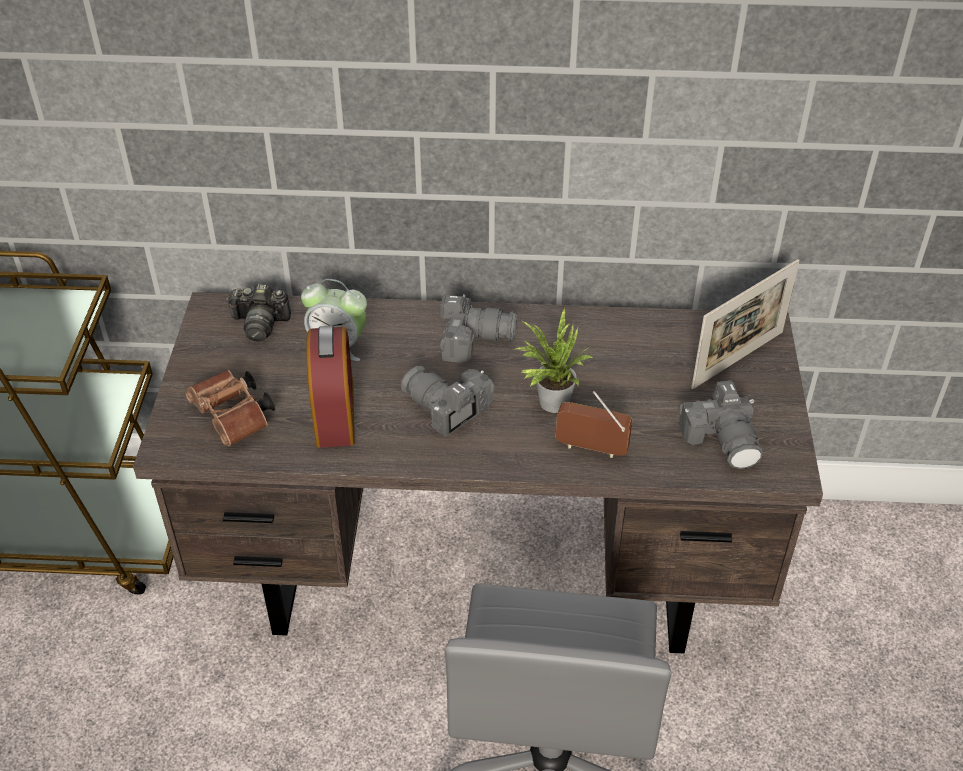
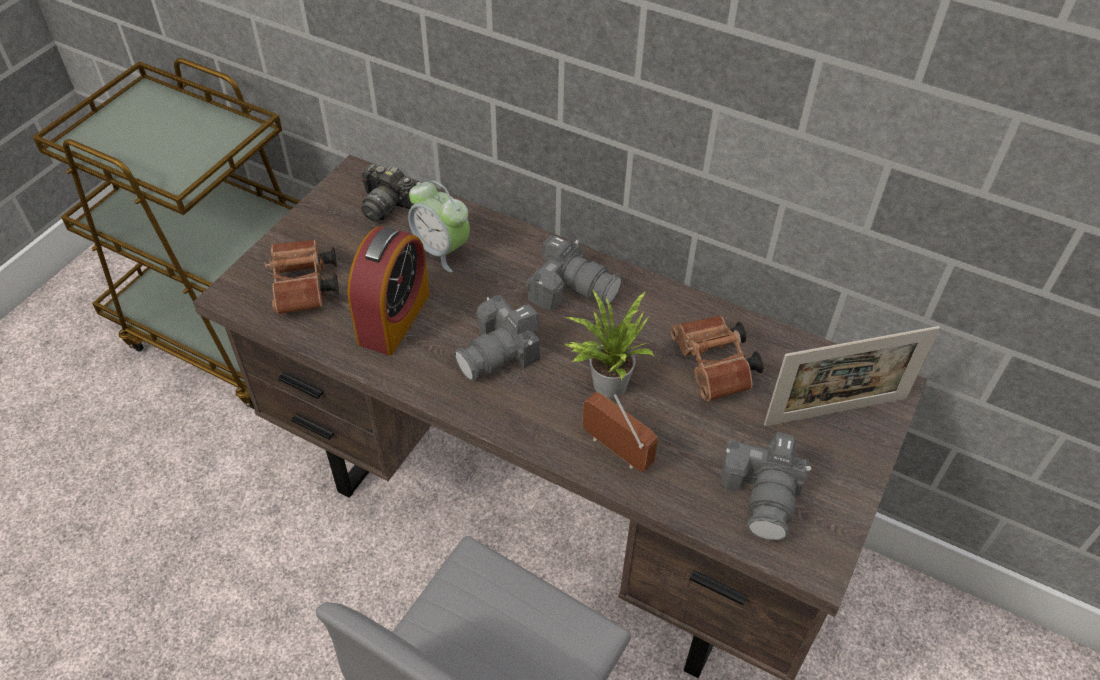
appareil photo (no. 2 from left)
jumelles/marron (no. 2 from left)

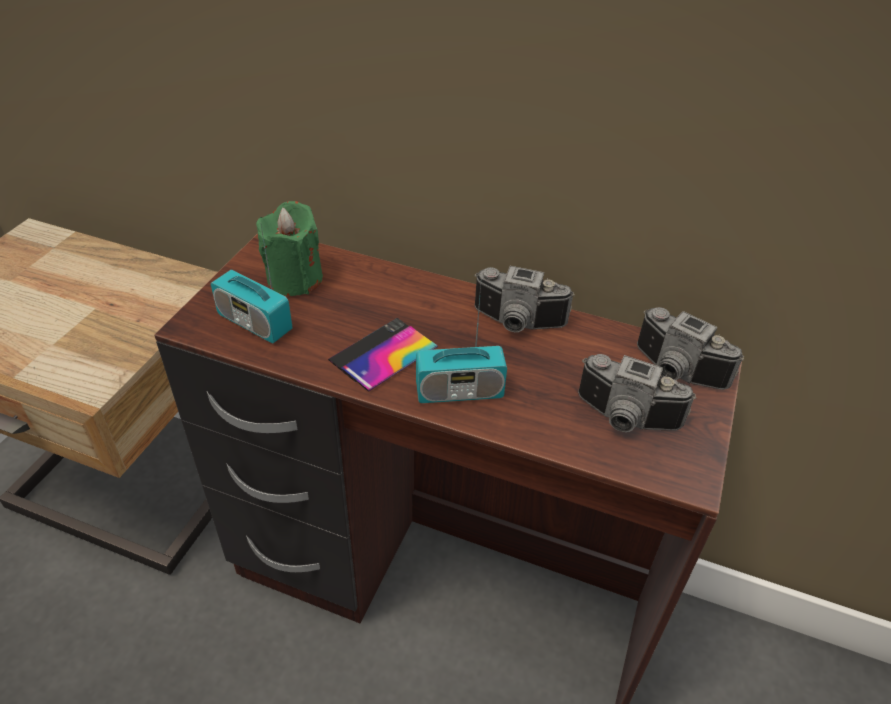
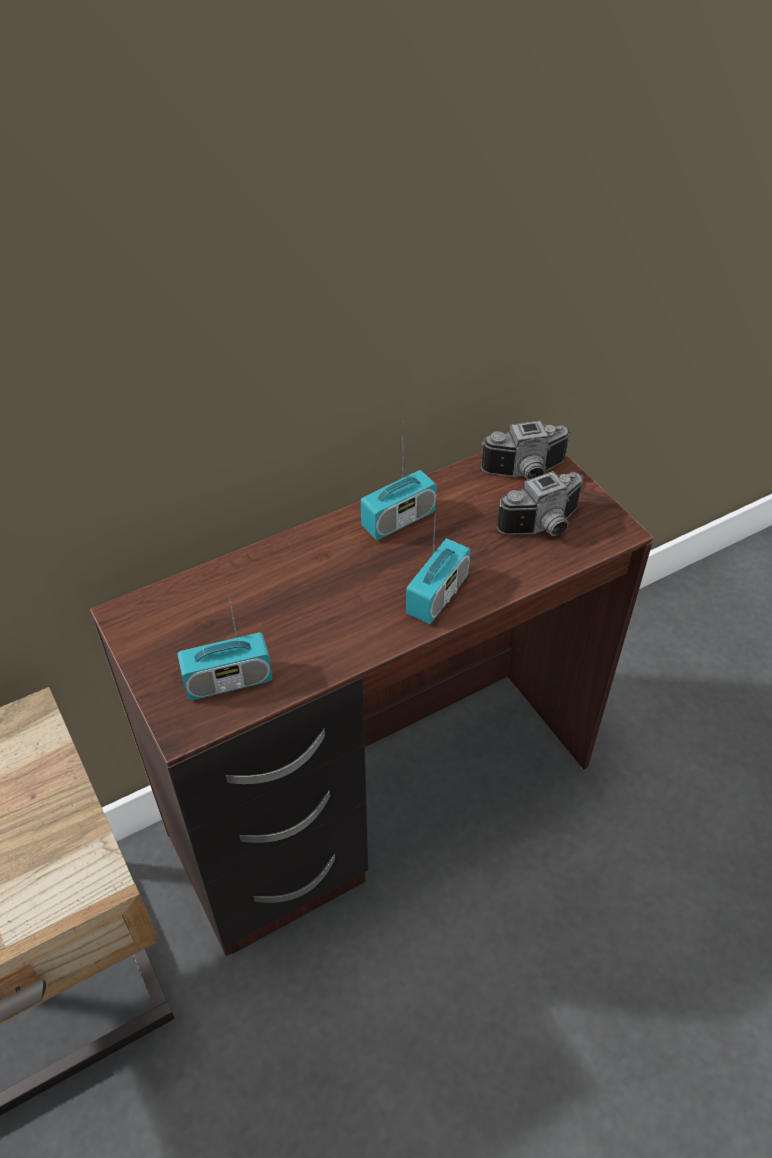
bougie/vert
téléphone
radio (no. 2 from left)

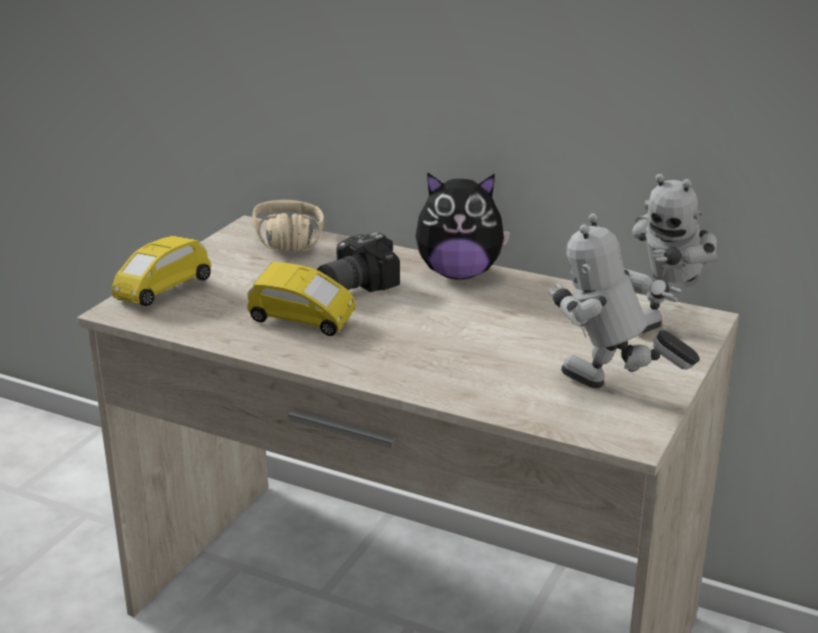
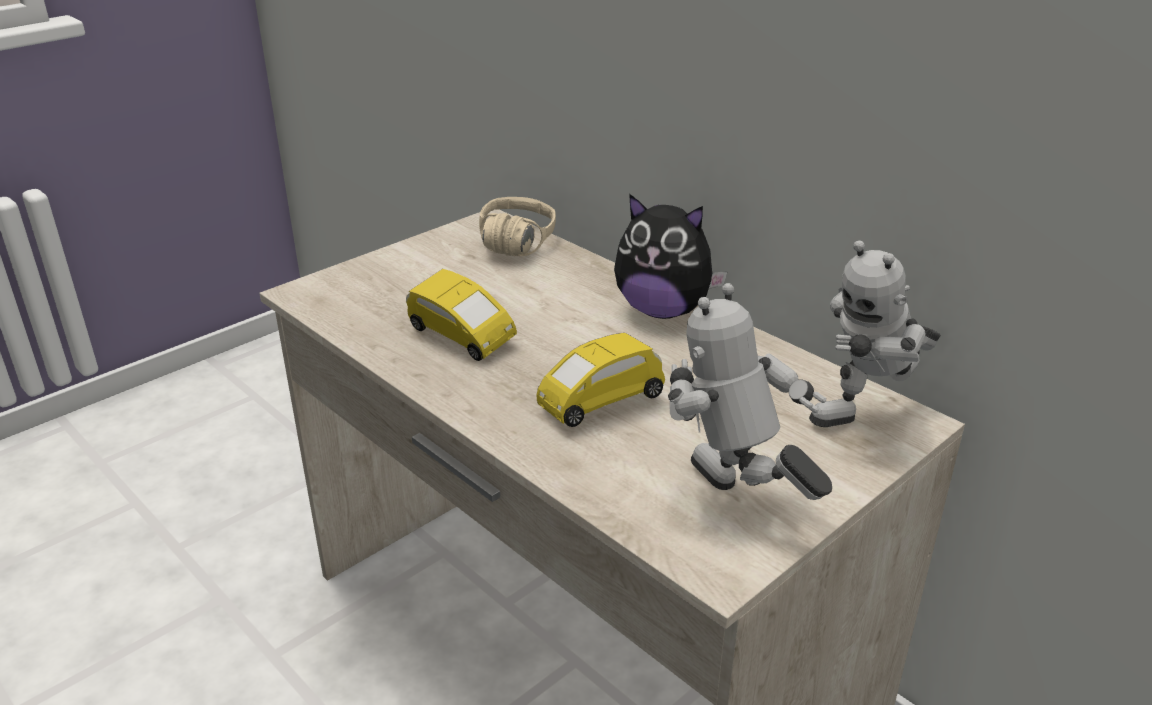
petite voiture/jaune (no. 2 from left)
appareil photo

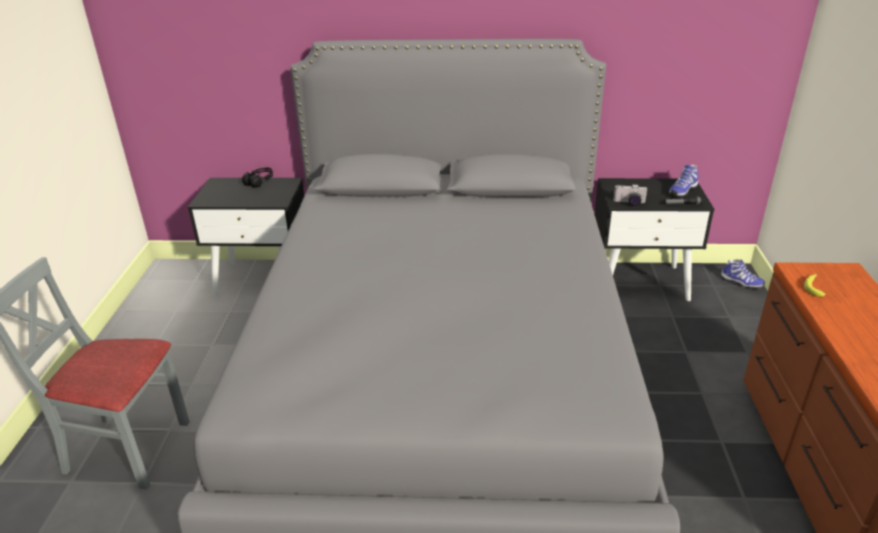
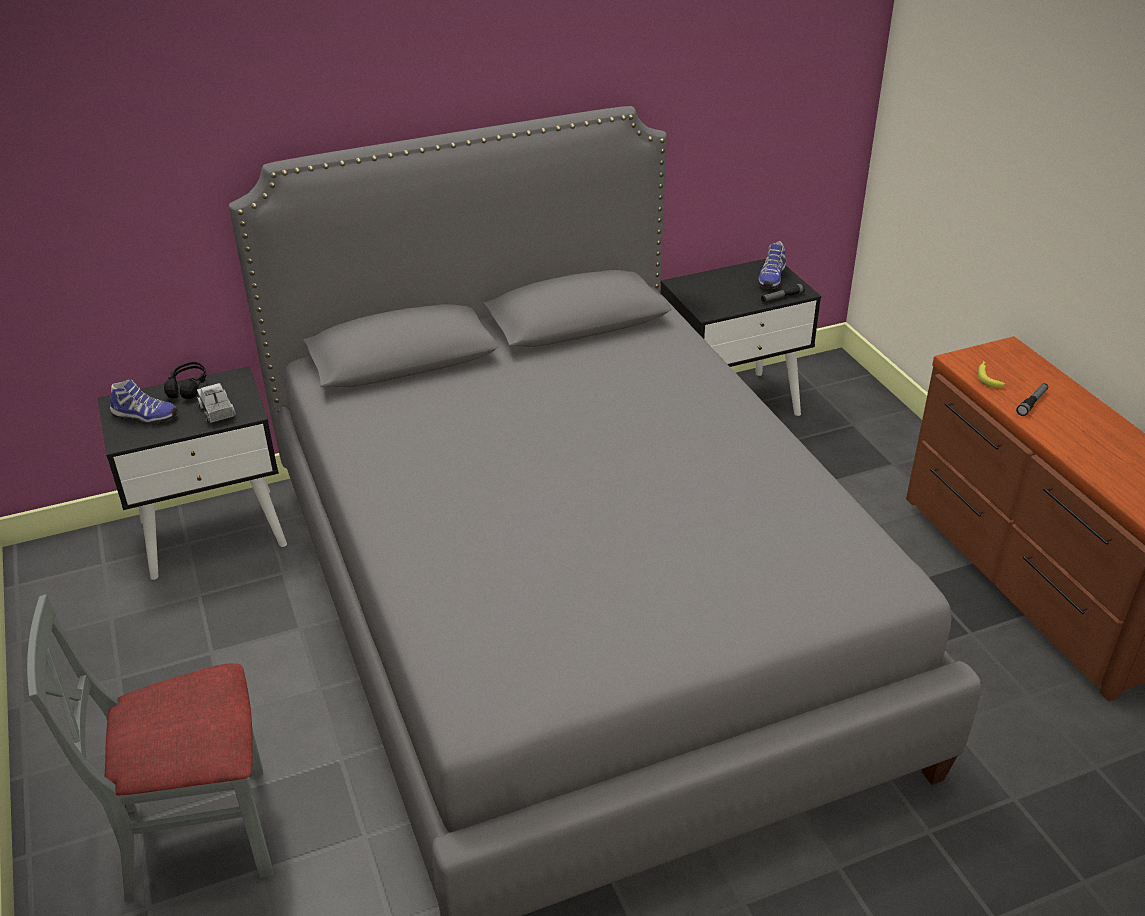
appareil photo
chaussure (no. 1 from left)
camion jouet
lampe de poche (no. 2 from left)

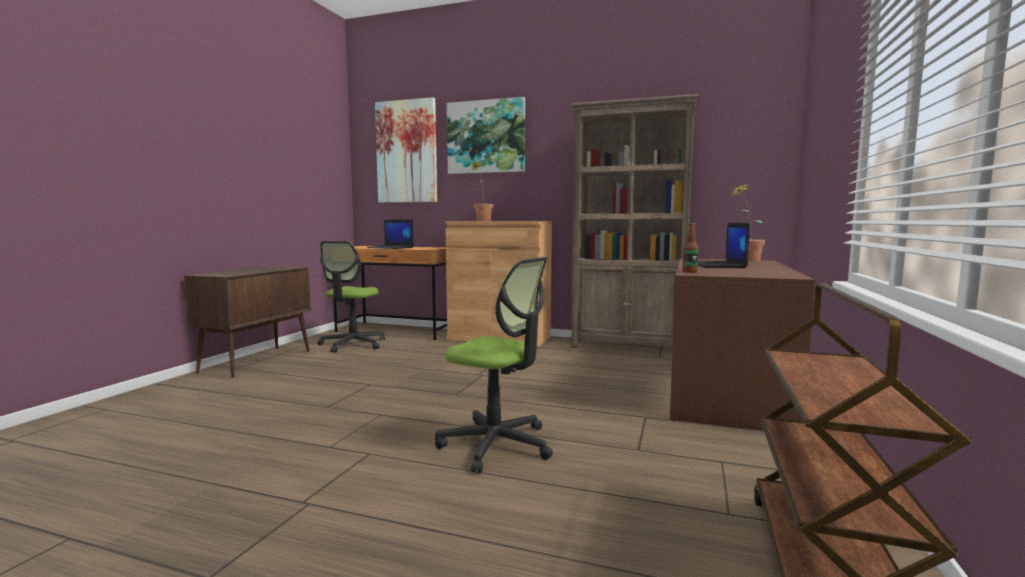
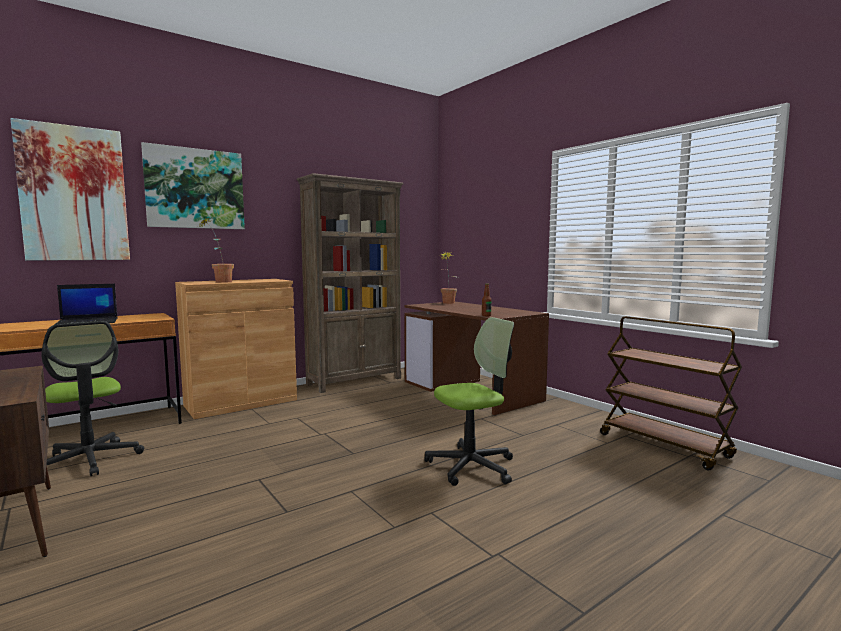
ordinateur portable (no. 2 from left in the first image)

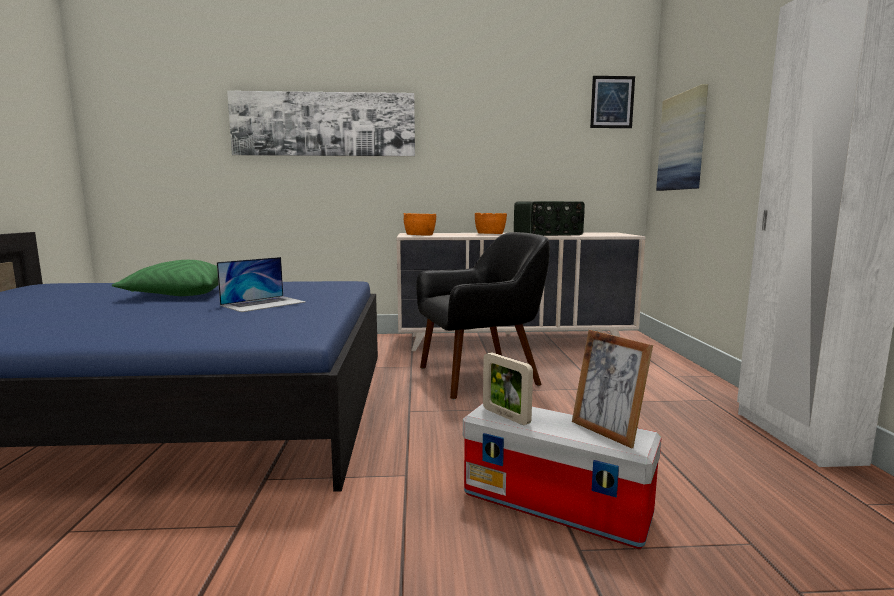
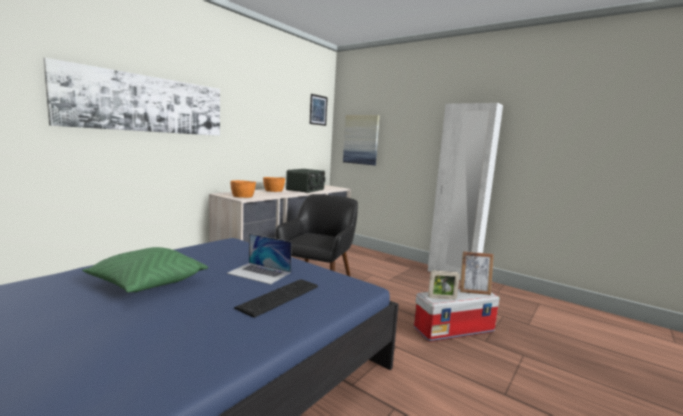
ordinateur portable
clavier

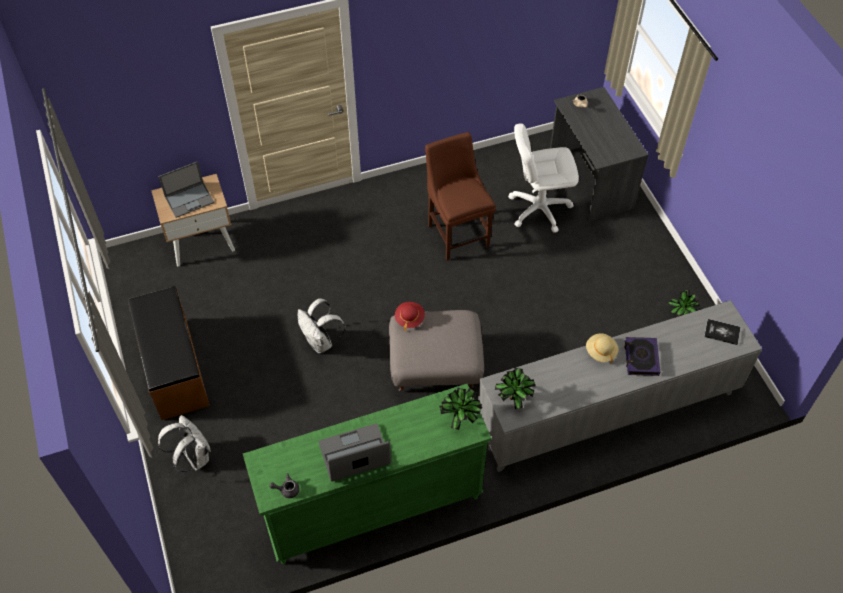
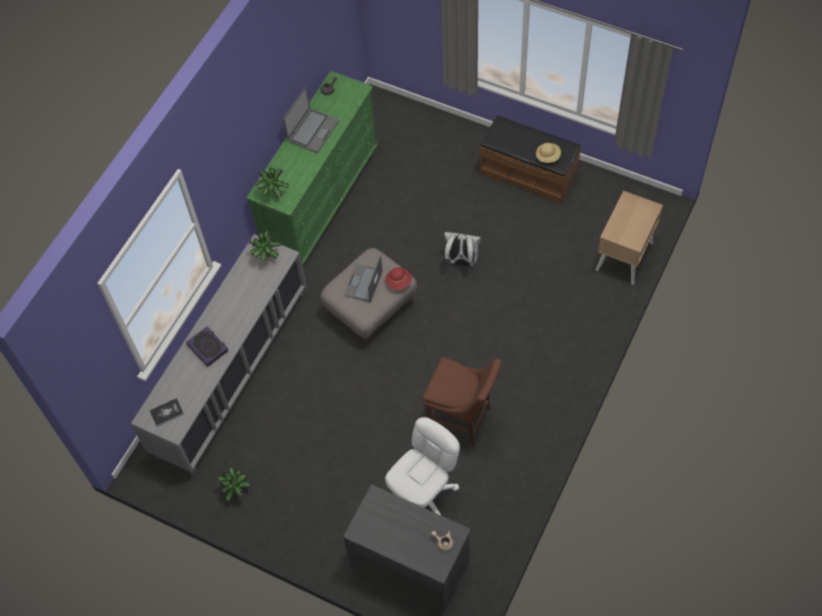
ordinateur portable (no. 2 from left)
sac à dos/blanc (no. 1 from left in the first image)
chapeau/beige

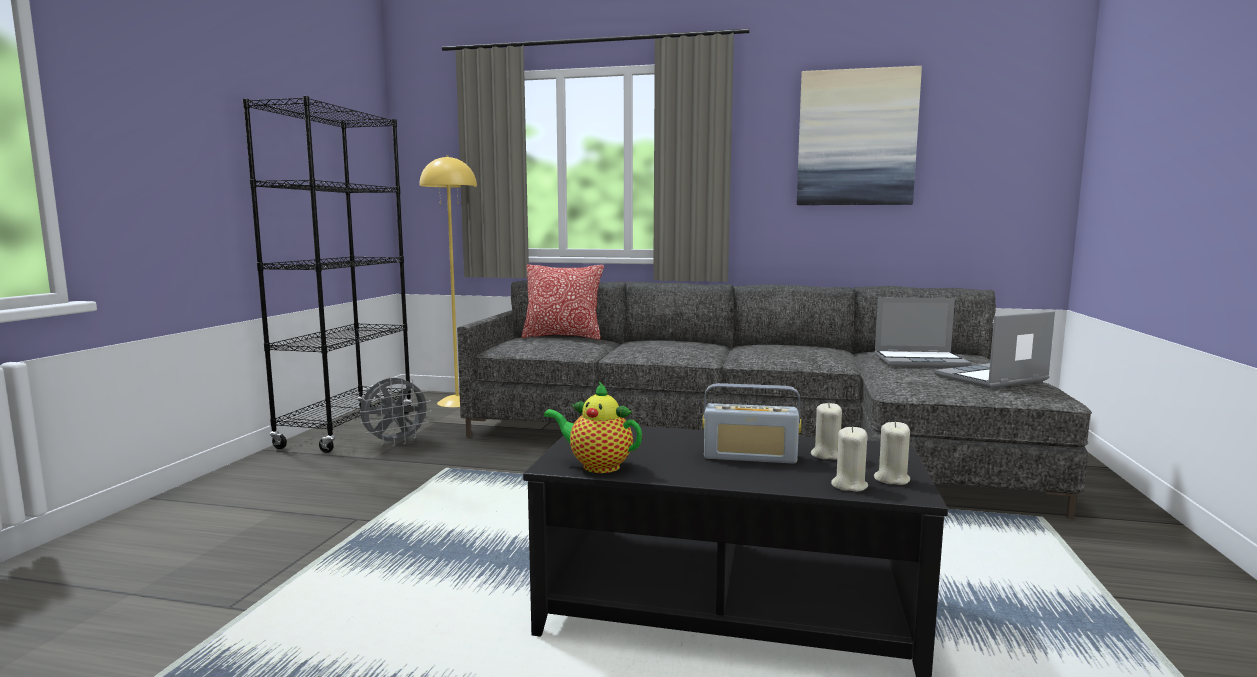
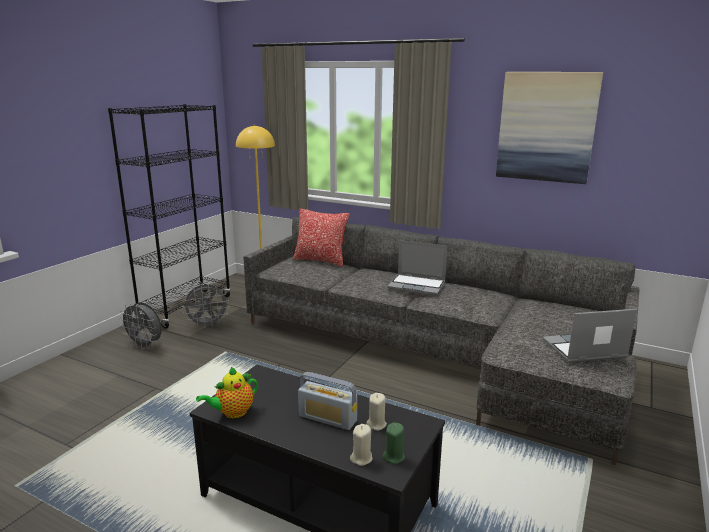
théière
ordinateur portable (no. 1 from left)
bougie/vert
ventilateur/gris (no. 1 from left)

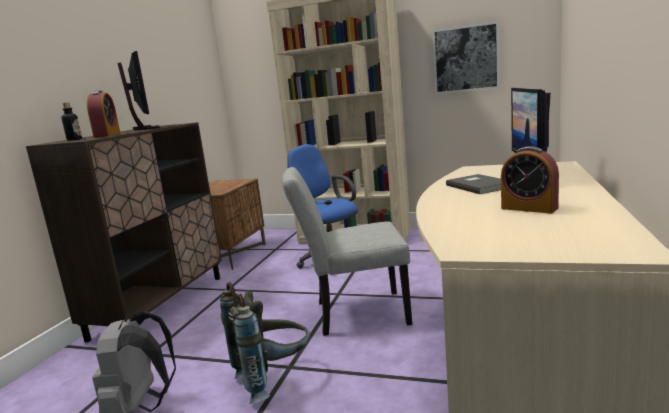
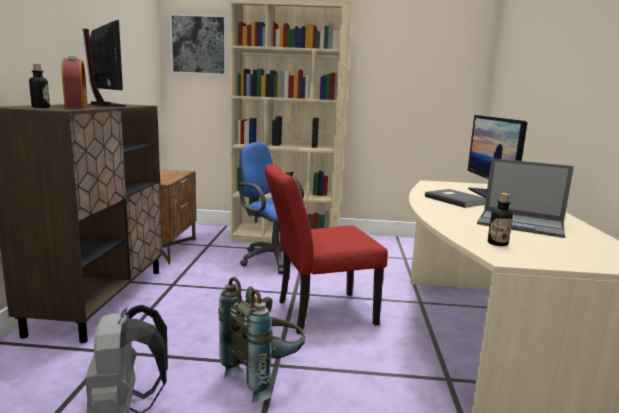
chaise/rouge
tableau
ordinateur portable
bouteille (no. 2 from left)

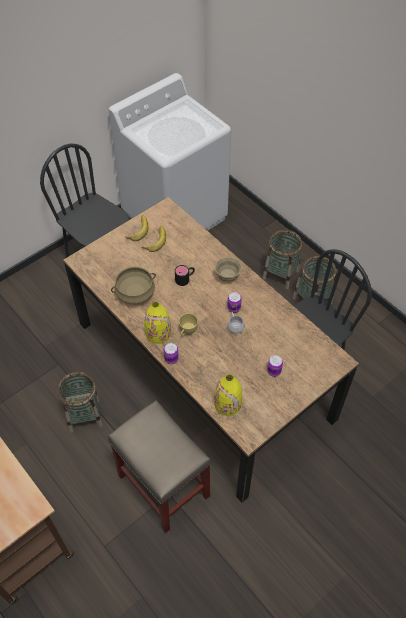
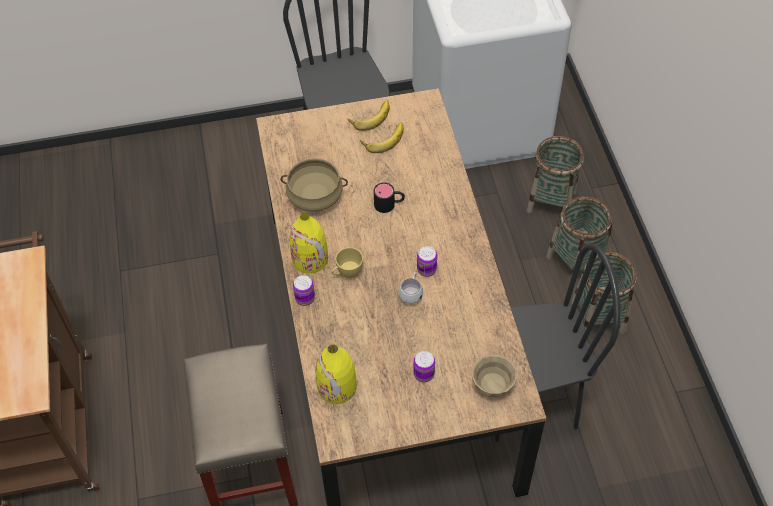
panier (no. 1 from left)
bol/beige

